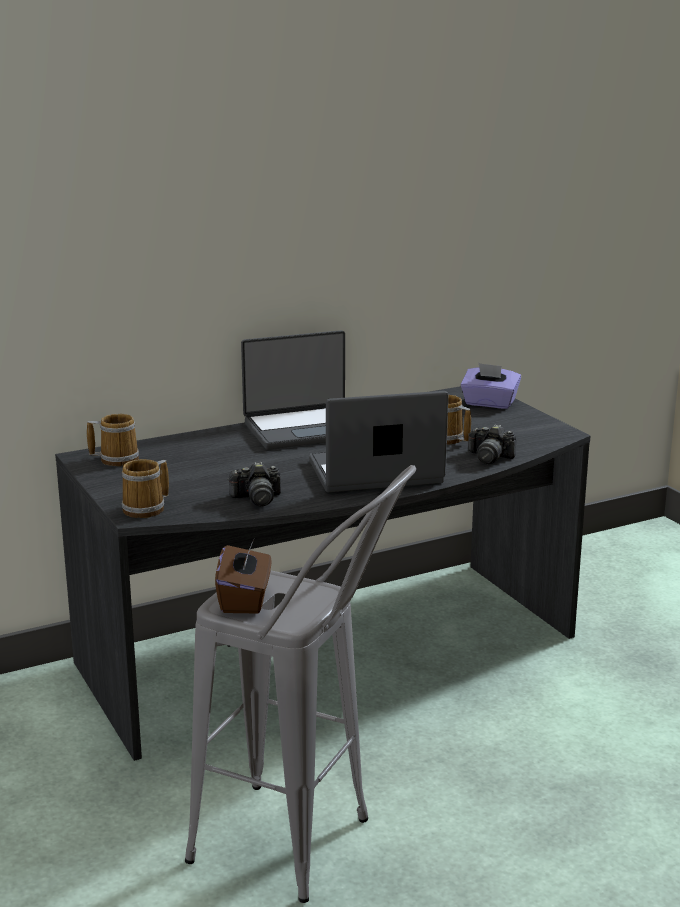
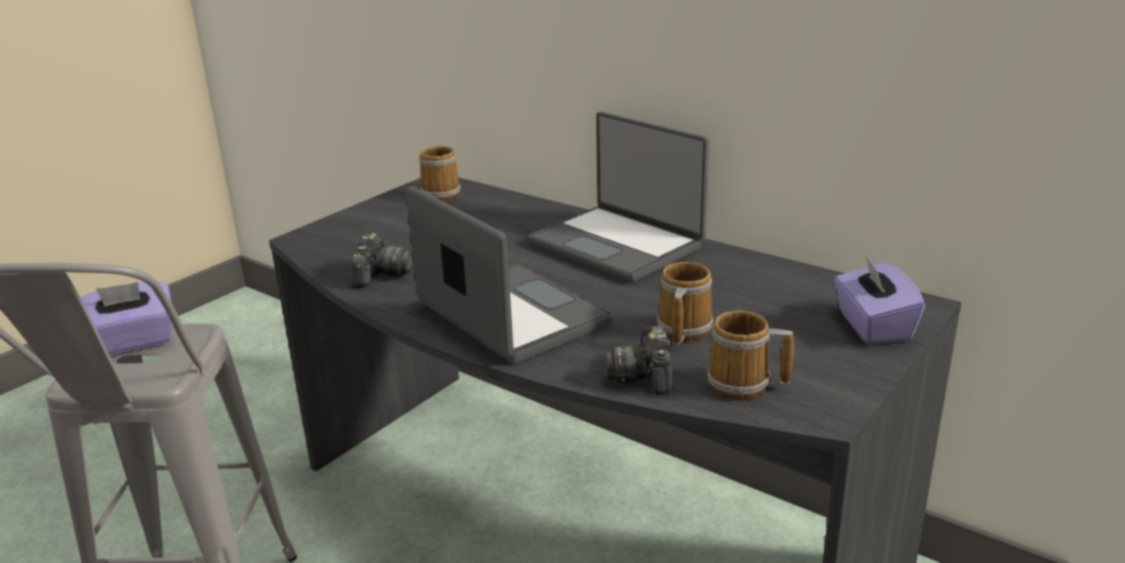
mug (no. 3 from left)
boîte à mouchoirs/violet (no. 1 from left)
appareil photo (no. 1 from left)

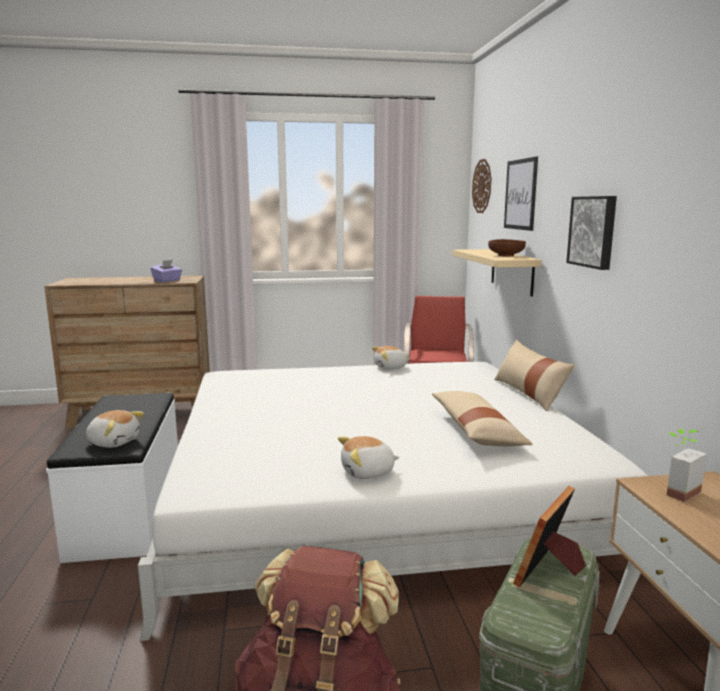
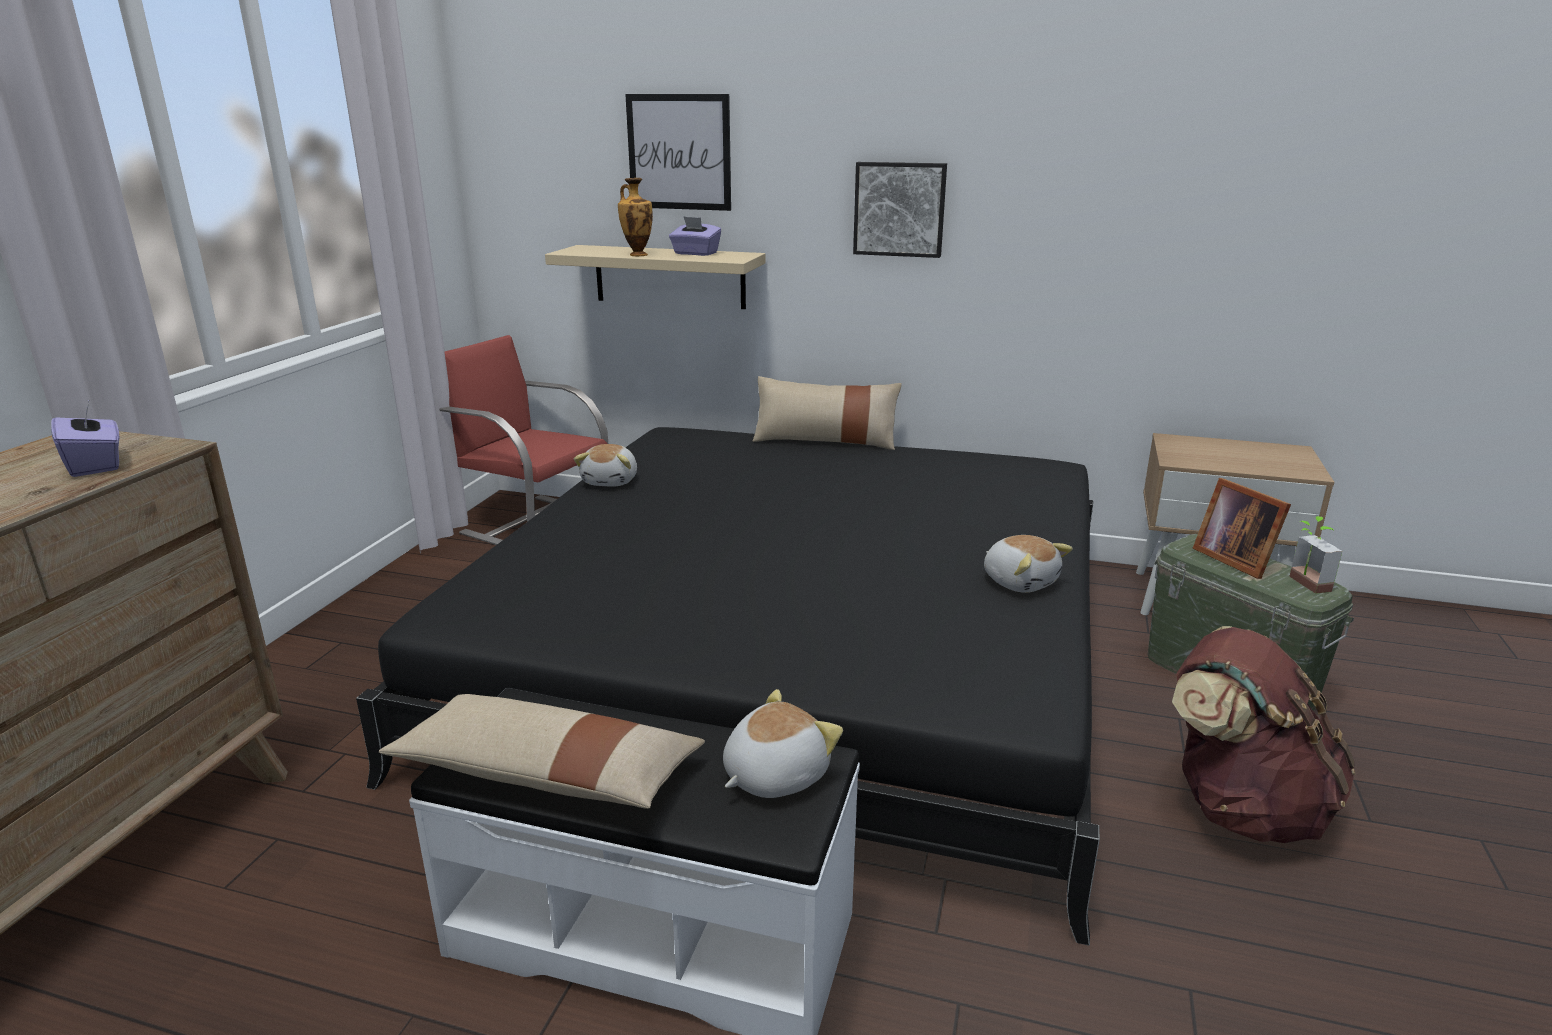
lit/noir
peluche (no. 3 from left)
coussin/beige (no. 1 from left)
horloge murale
boîte à mouchoirs/violet (no. 2 from left)
plante en pot
vase

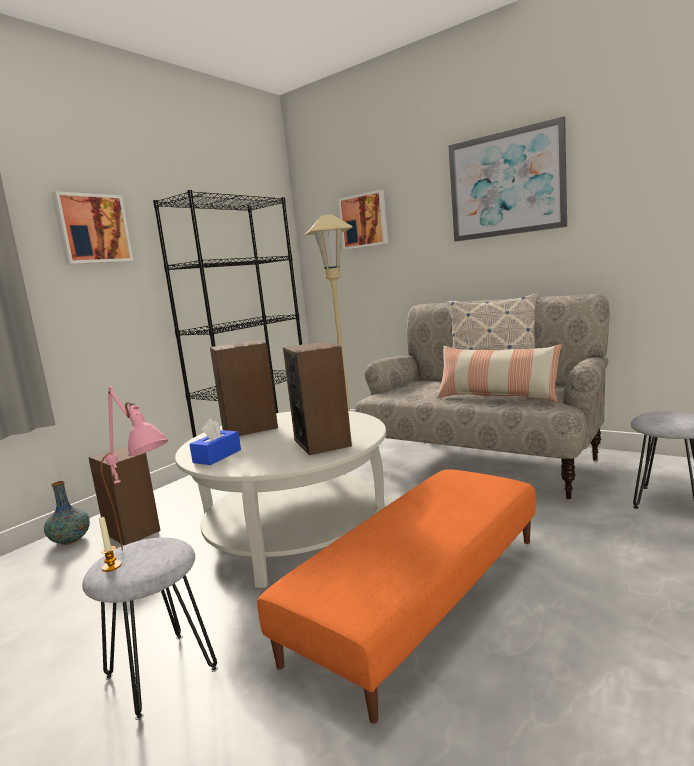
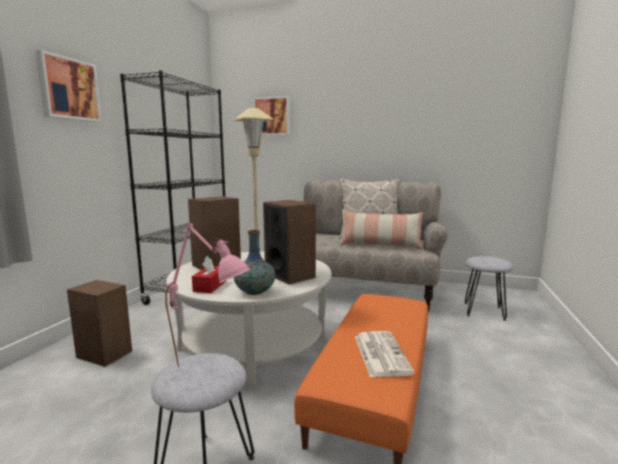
vase
bougie
boîte à mouchoirs/rouge
tableau (no. 3 from left in the first image)
journal

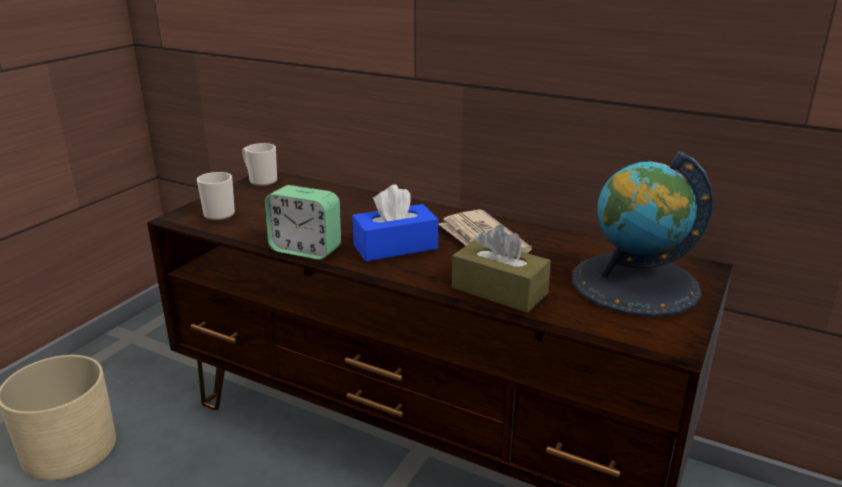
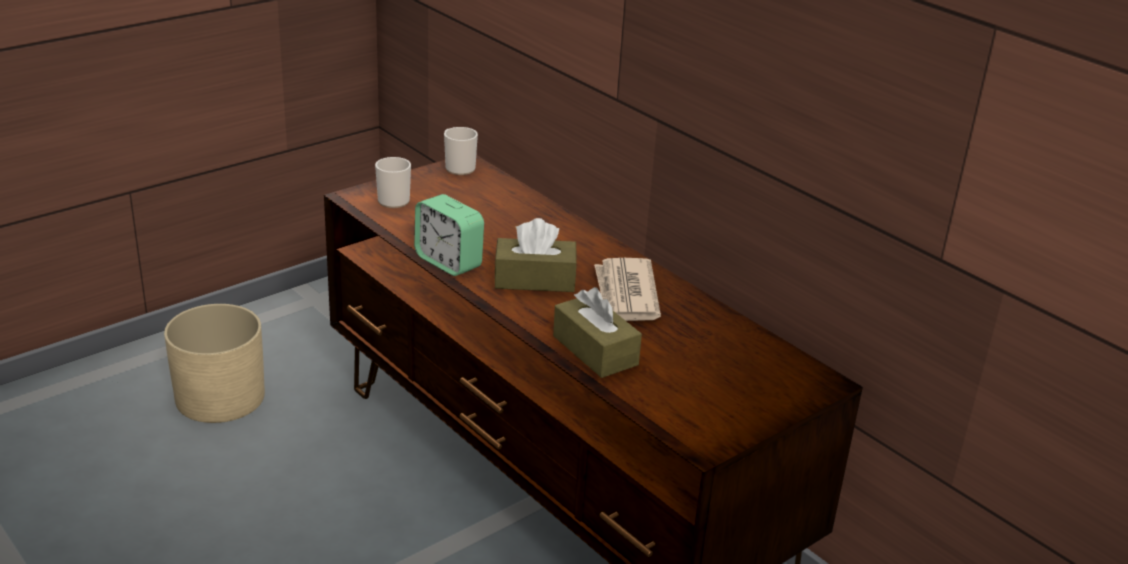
boîte à mouchoirs/marron (no. 1 from left)
globe

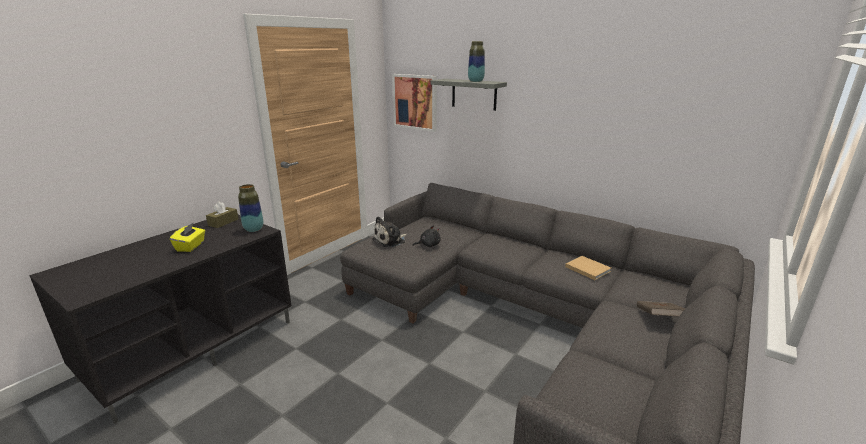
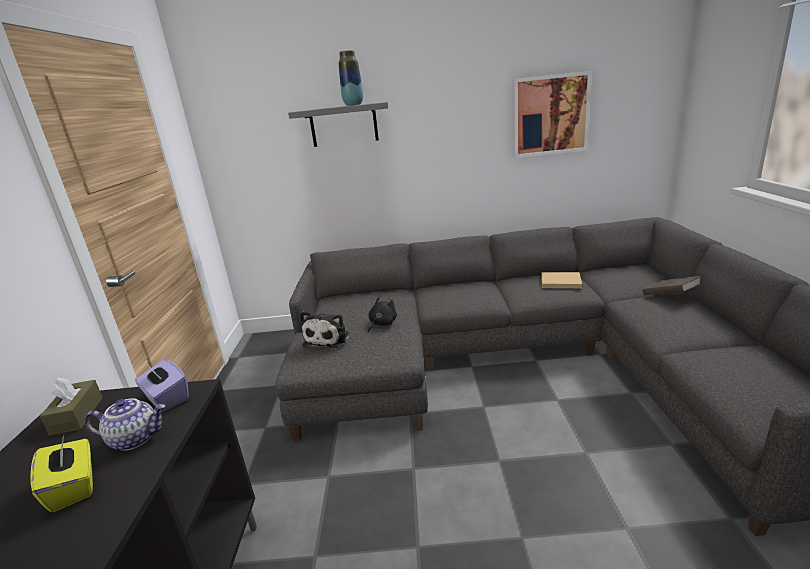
boîte à mouchoirs/violet
tableau
théière

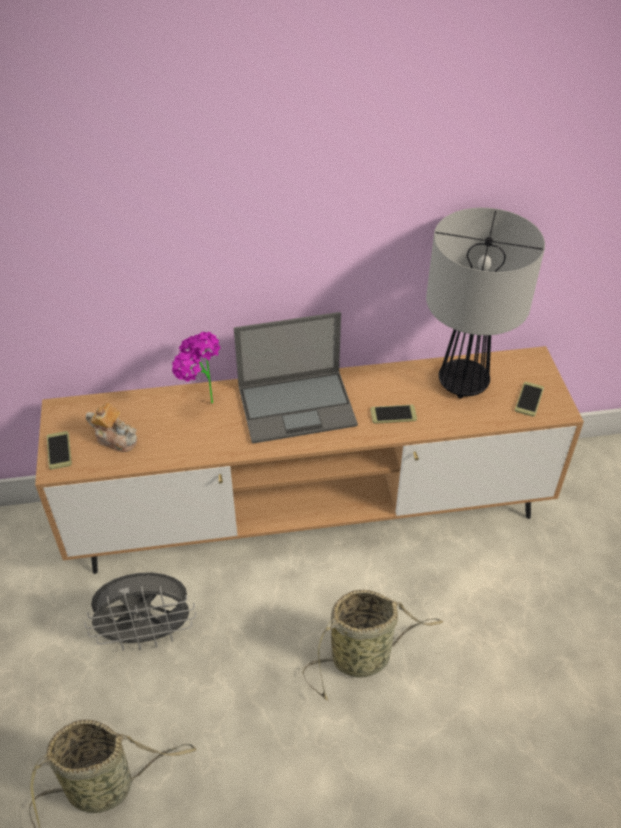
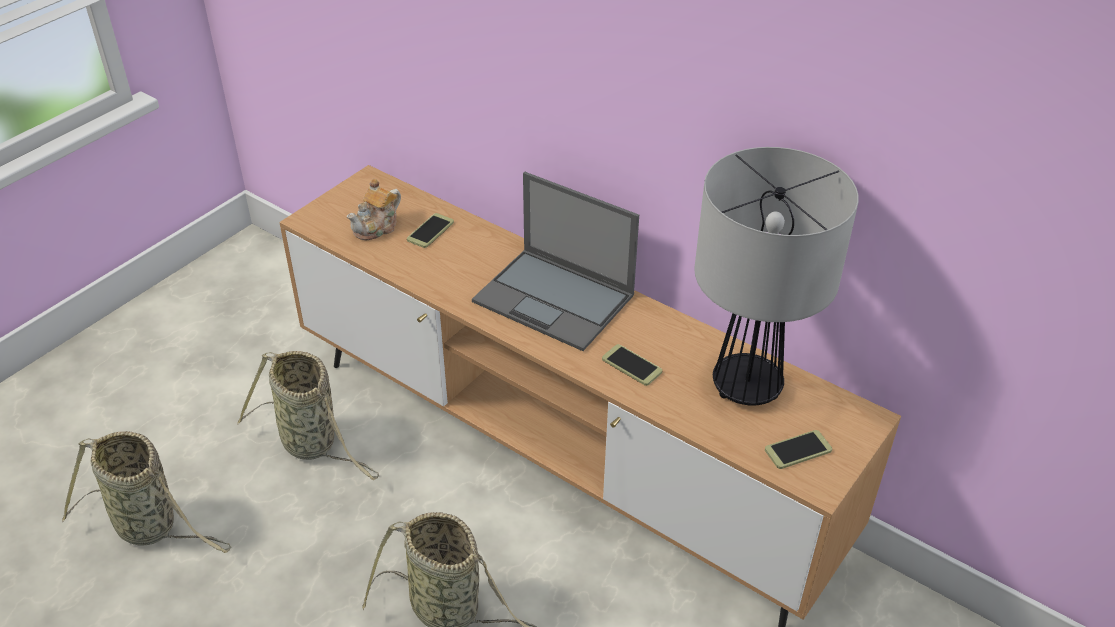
téléphone (no. 1 from left)
panier (no. 2 from left)
théière
plante en pot

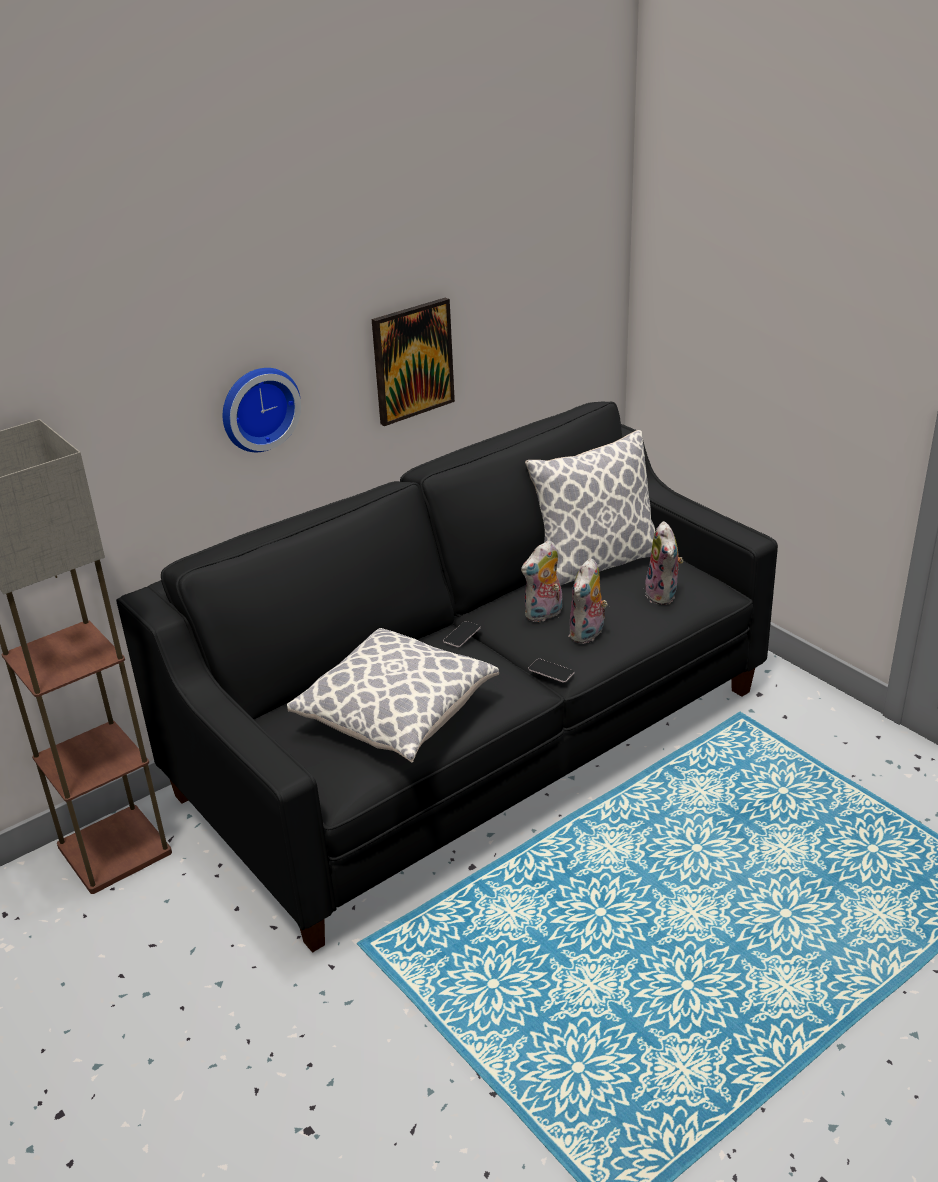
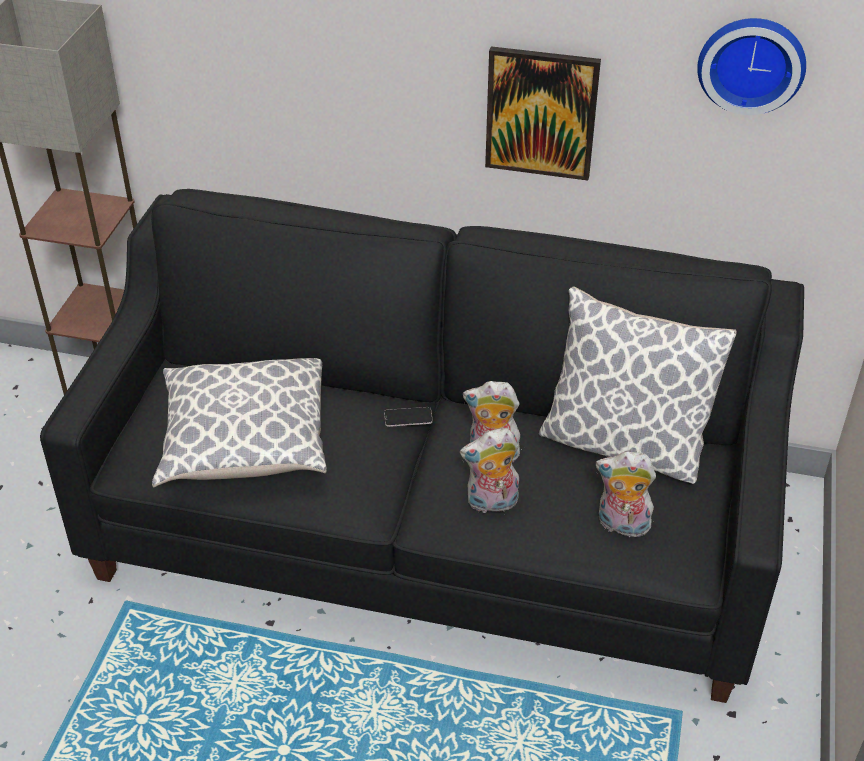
horloge murale
téléphone (no. 2 from left in the first image)
peluche (no. 3 from left)

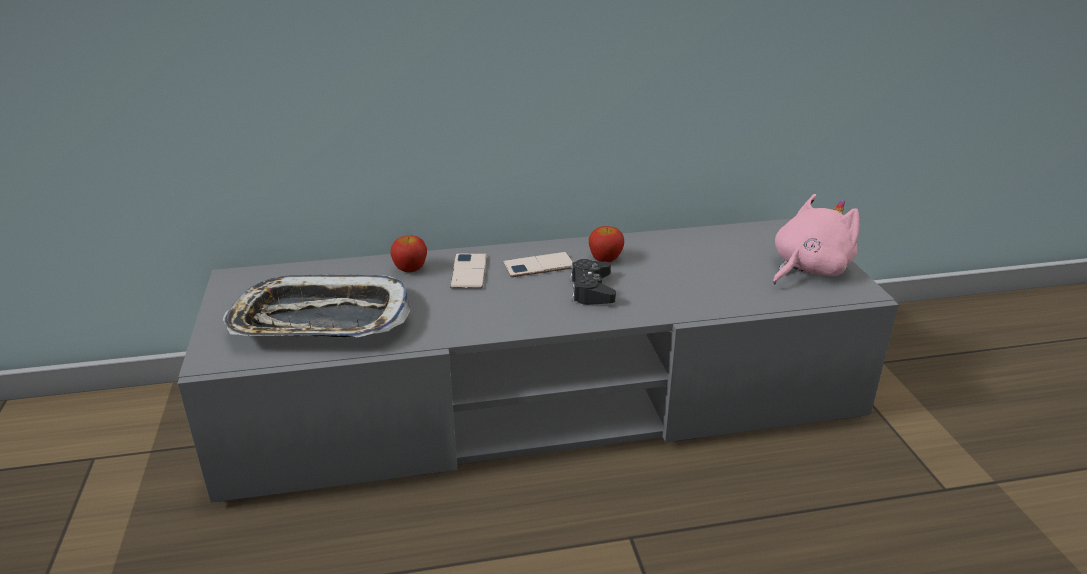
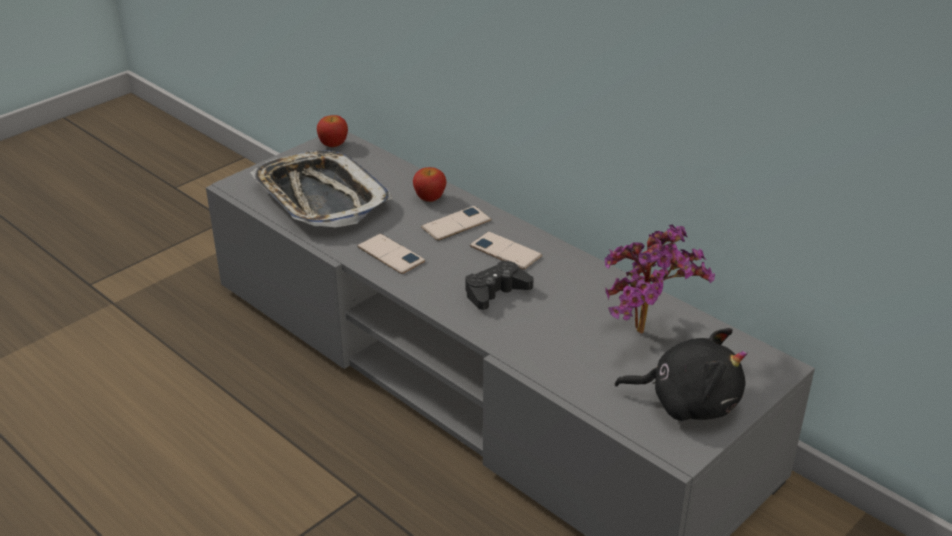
pomme (no. 1 from left)
peluche/noir
téléphone (no. 1 from left)
plante en pot

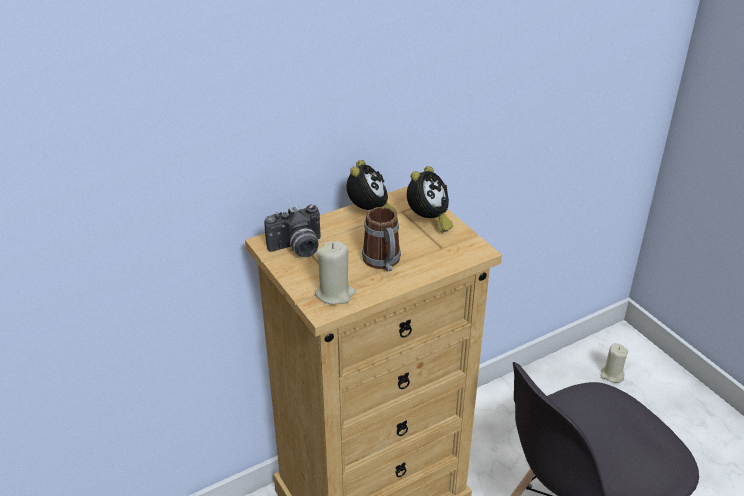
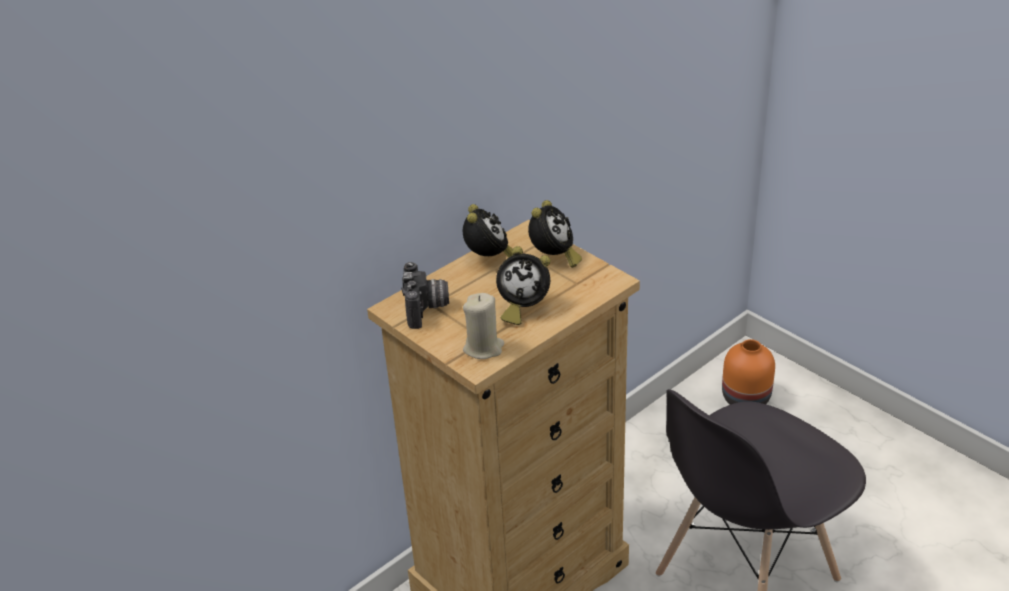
appareil photo
réveil (no. 2 from left)
vase/orange

